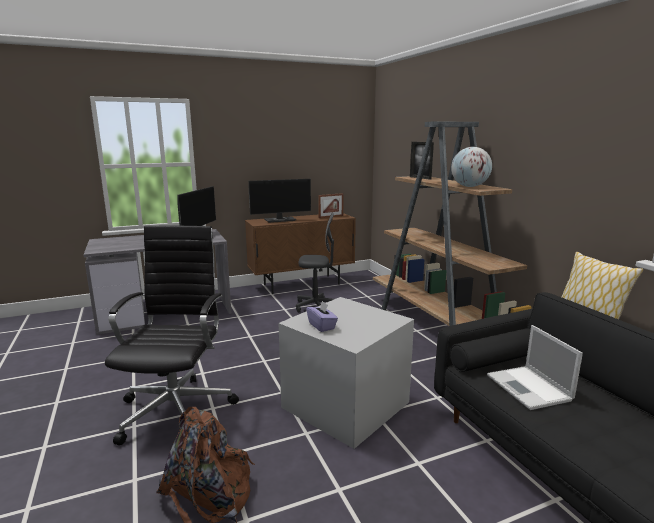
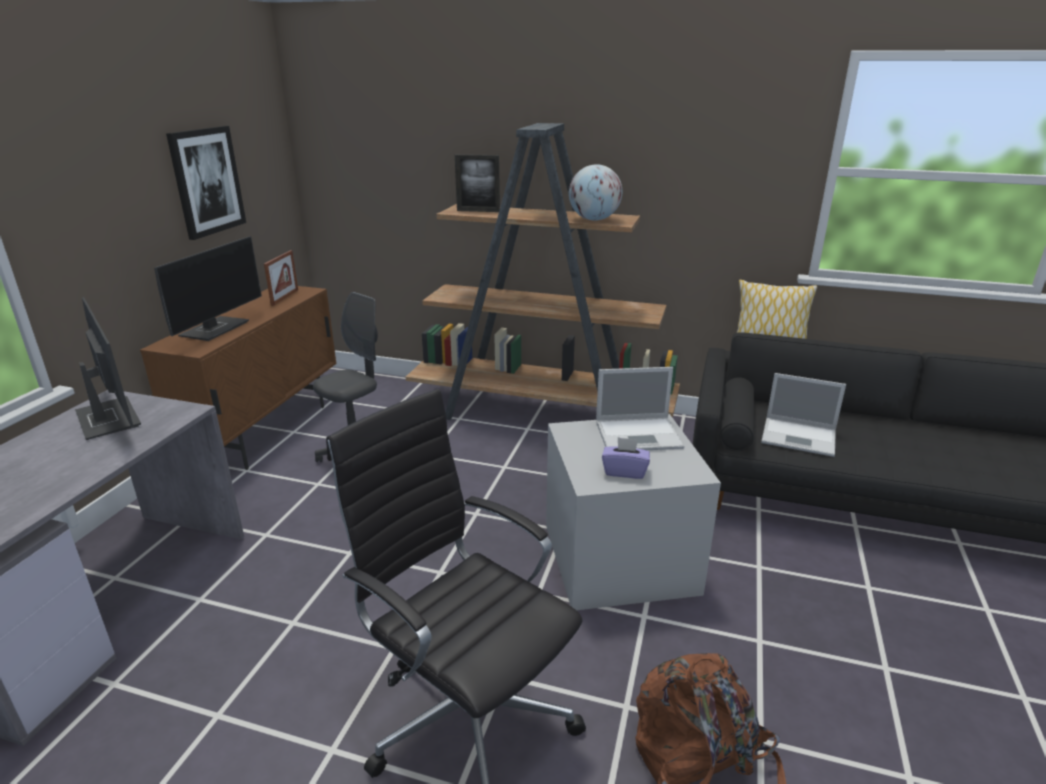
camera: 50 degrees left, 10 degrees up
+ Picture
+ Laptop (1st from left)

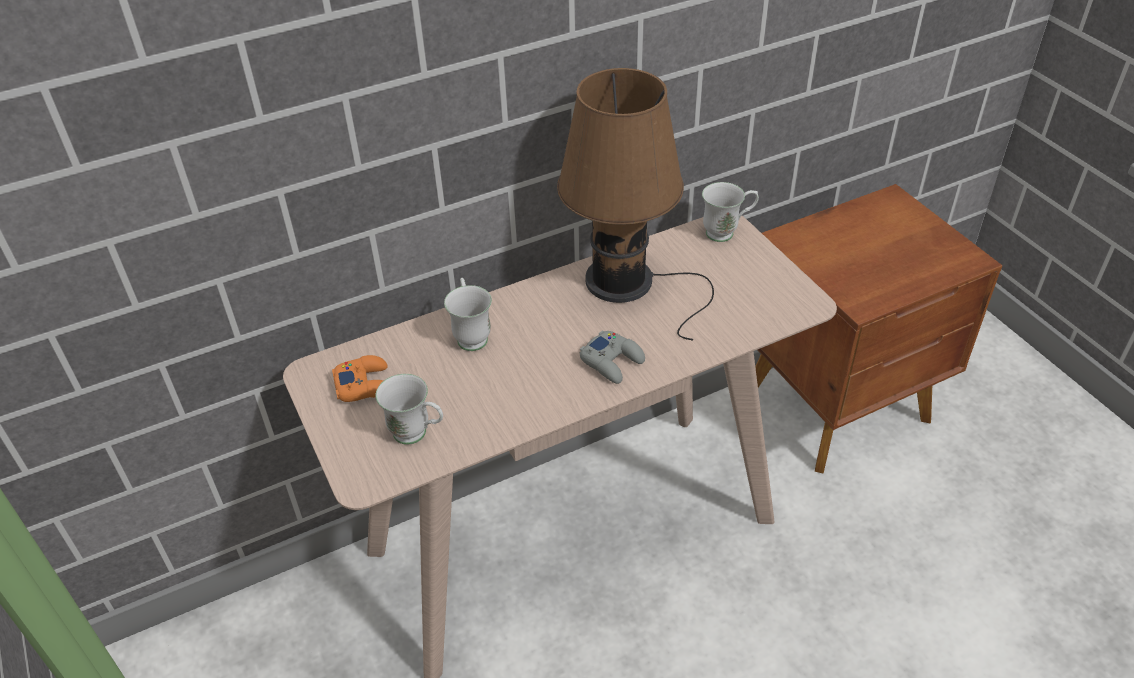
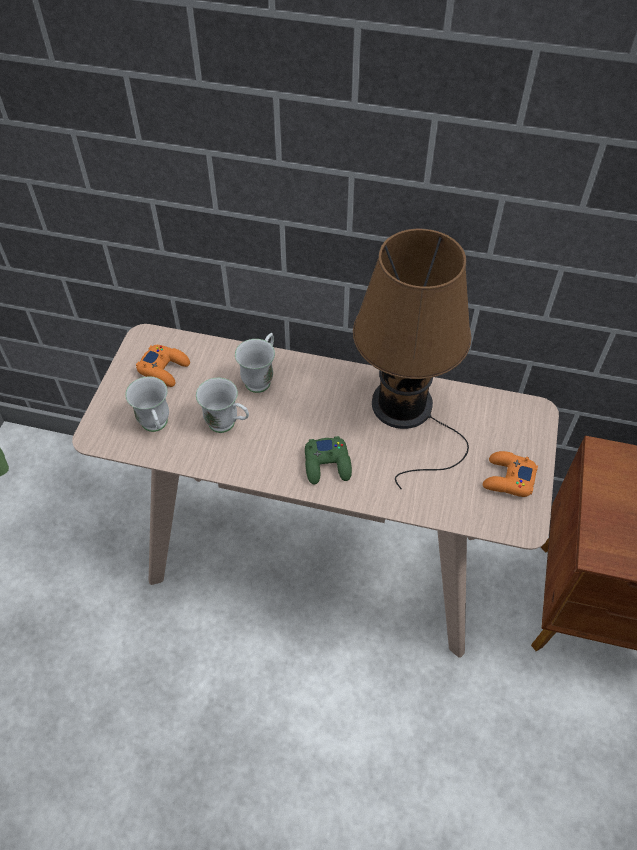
camera: 40 degrees right, 10 degrees up
+ OrangeGameController (2nd from left)
~ WhiteMug (3rd from left in the first image) to WhiteMug (2nd from left)
~ GreyGameController to GreenGameController

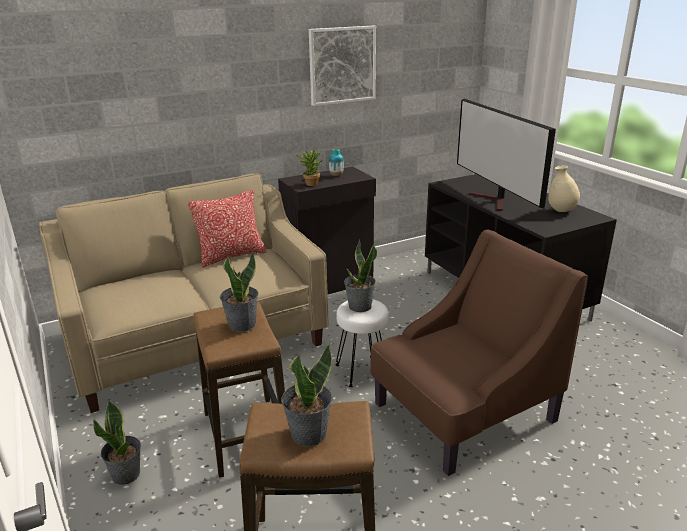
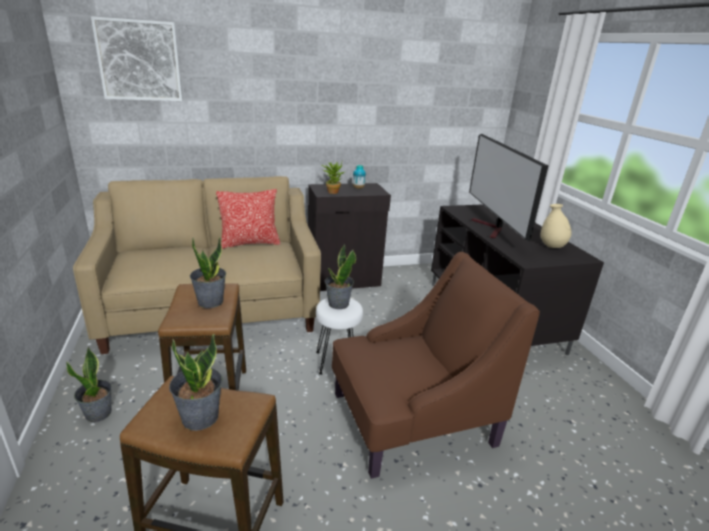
camera: 10 degrees right, 0 degrees up
~ Picture

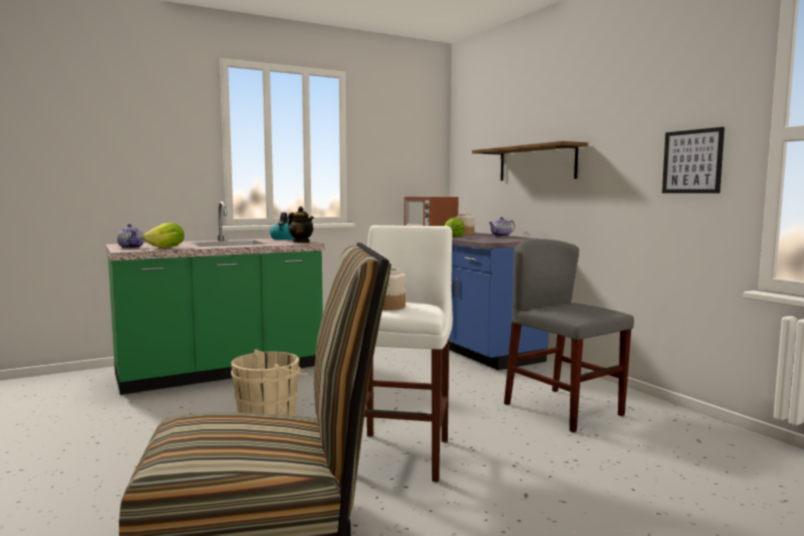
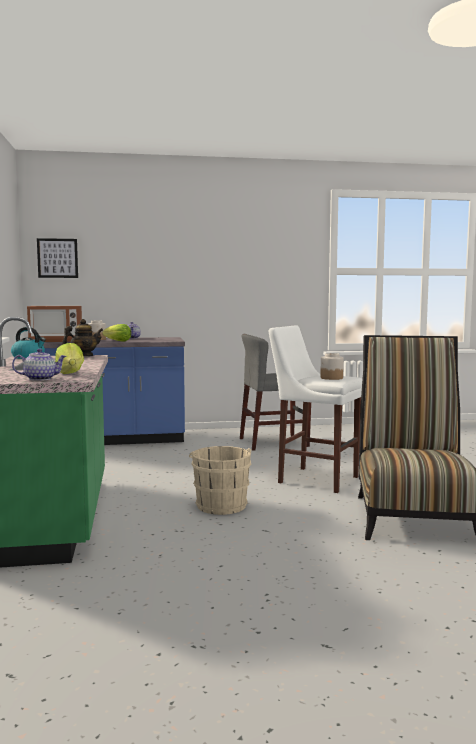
camera: 70 degrees left, 0 degrees up
- Shelf
~ Picture

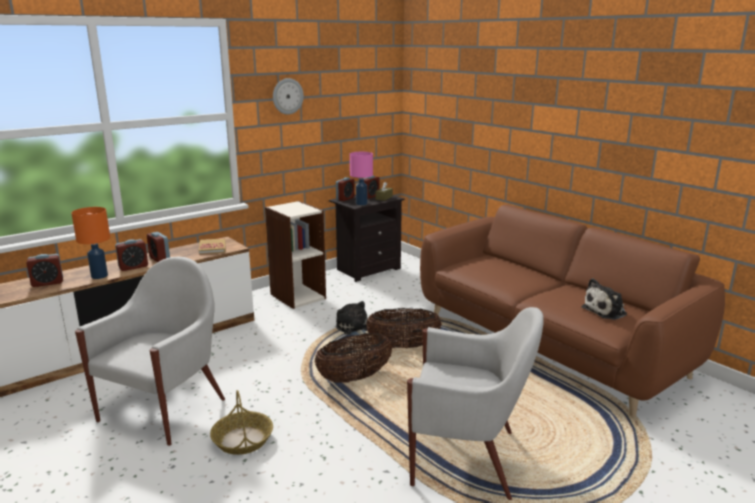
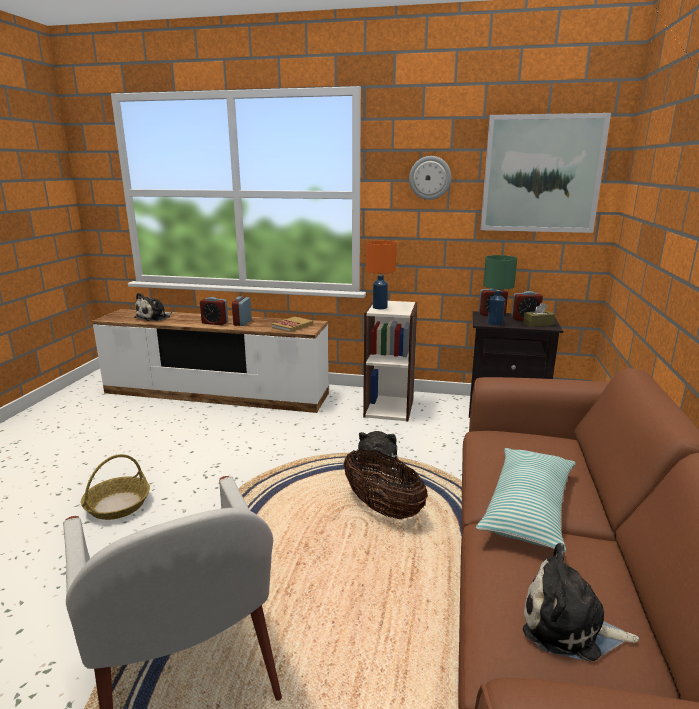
camera: 50 degrees right, 0 degrees up
- WhiteArmchair (1st from left)
- Basket (2nd from left)
+ Pillow
+ Picture
~ OrangeTableLamp
~ AlarmClock (1st from left) to PlushToy (1st from left)
~ PinkTableLamp to GreenTableLamp

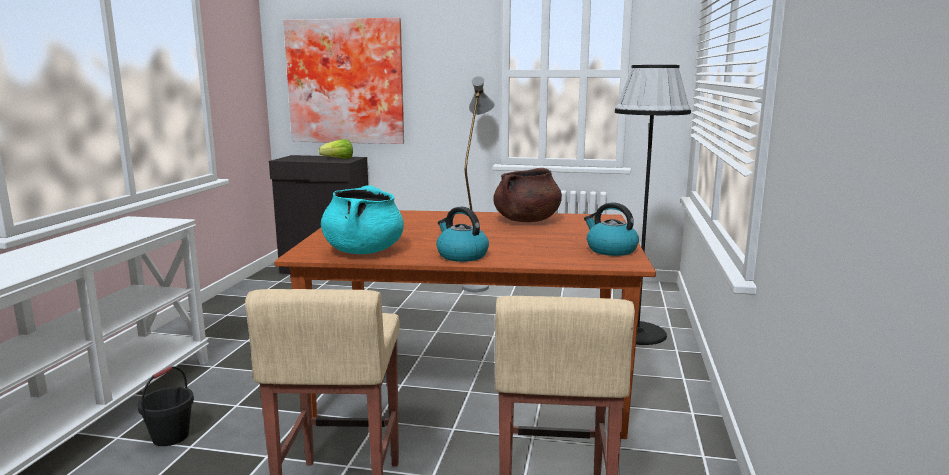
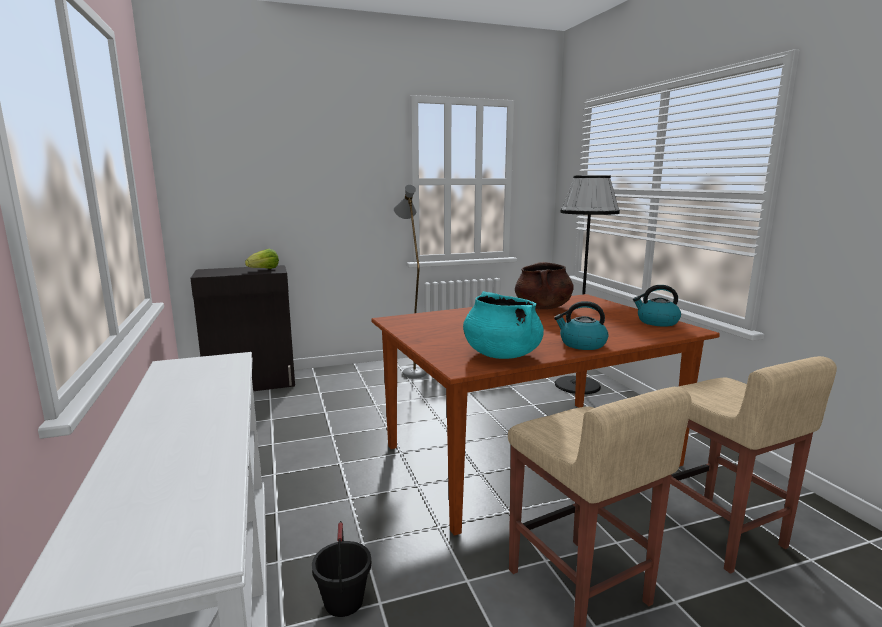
camera: 30 degrees left, 0 degrees up
- Picture

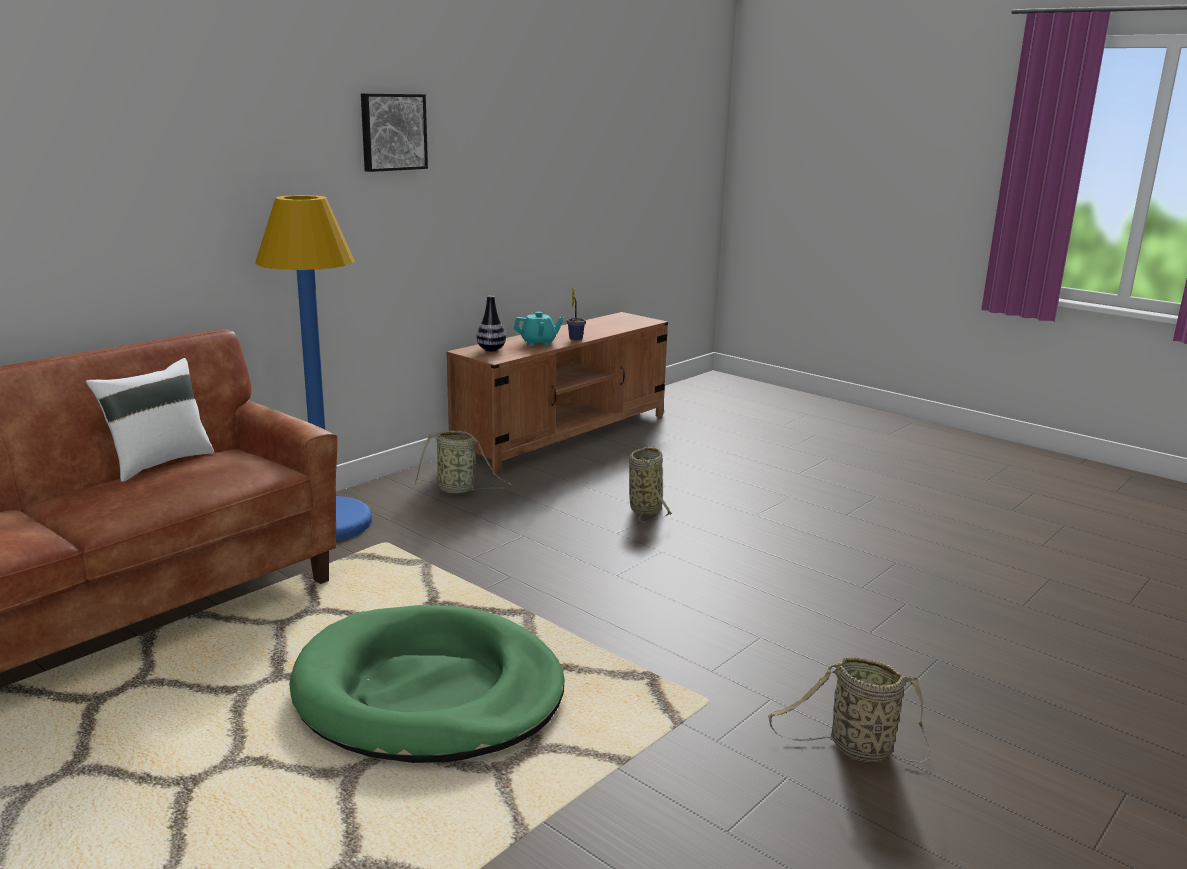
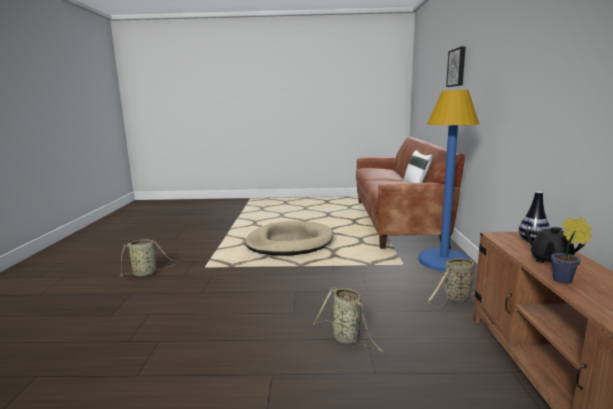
camera: 140 degrees right, 5 degrees down
~ Picture
~ GreenDogBed to BeigeDogBed
~ TurquoiseTeapot to BlackTeapot

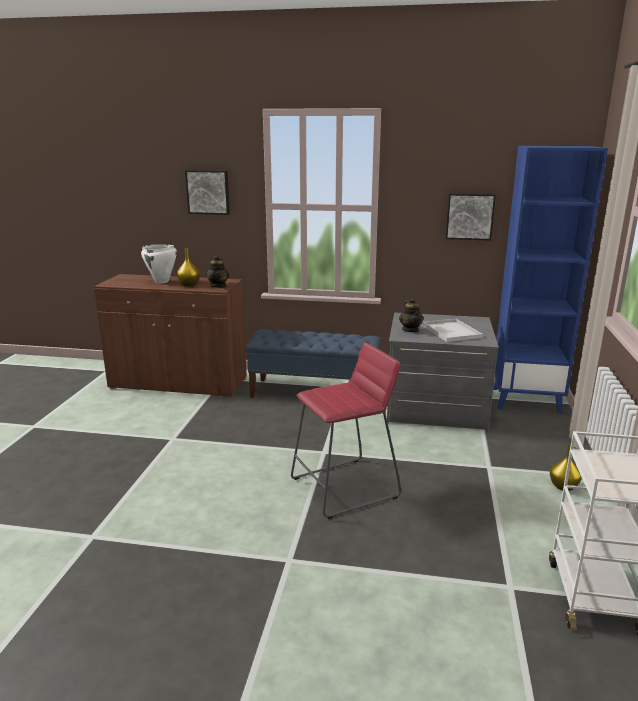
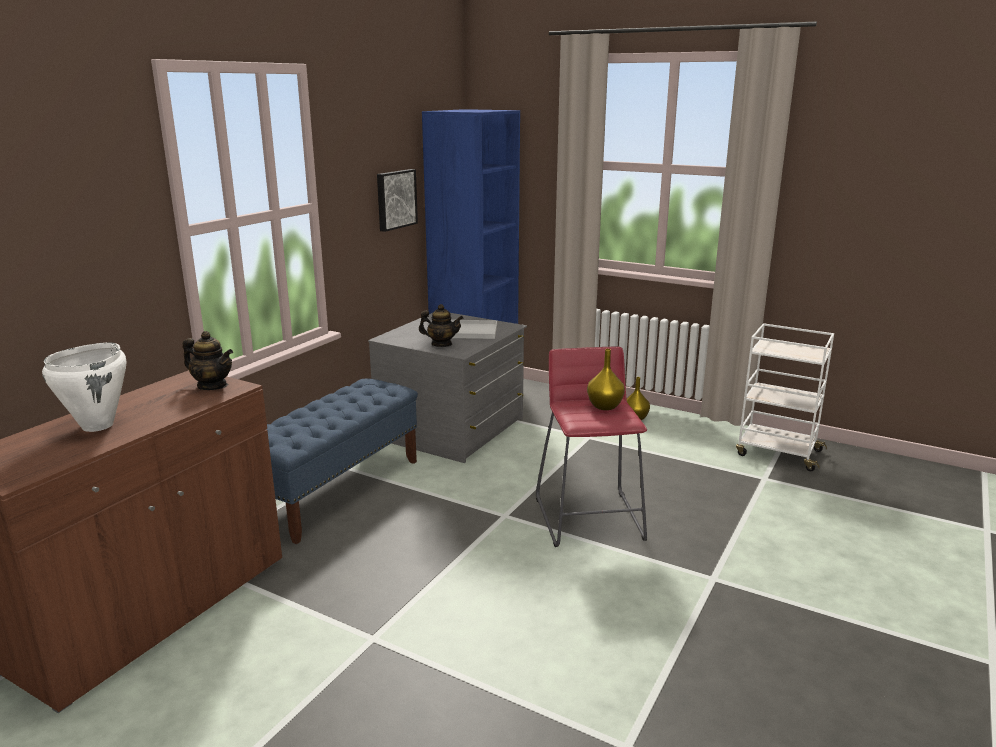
camera: 70 degrees left, 0 degrees up
- Picture (1st from left)
~ YellowVase (1st from left)

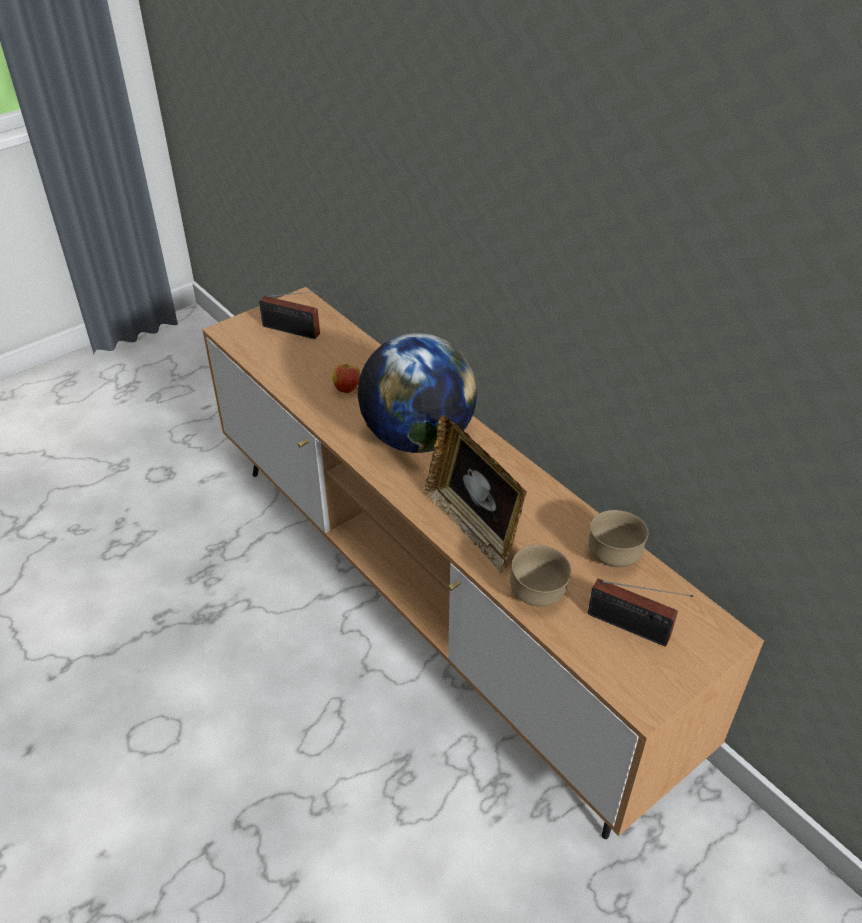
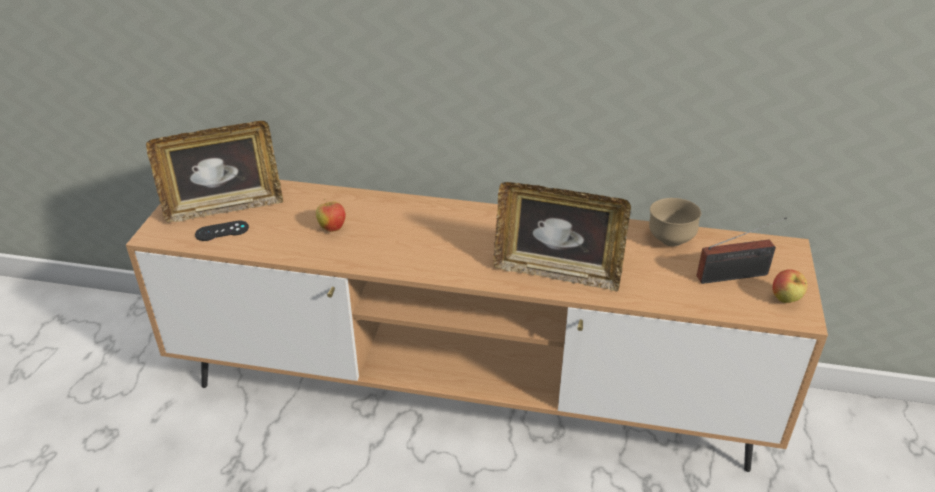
camera: 40 degrees left, 5 degrees down
- Globe
- BrownBowl (1st from left)
+ BlackGameController
+ Apple (2nd from left)
~ Radio (1st from left) to PictureFrame (1st from left)

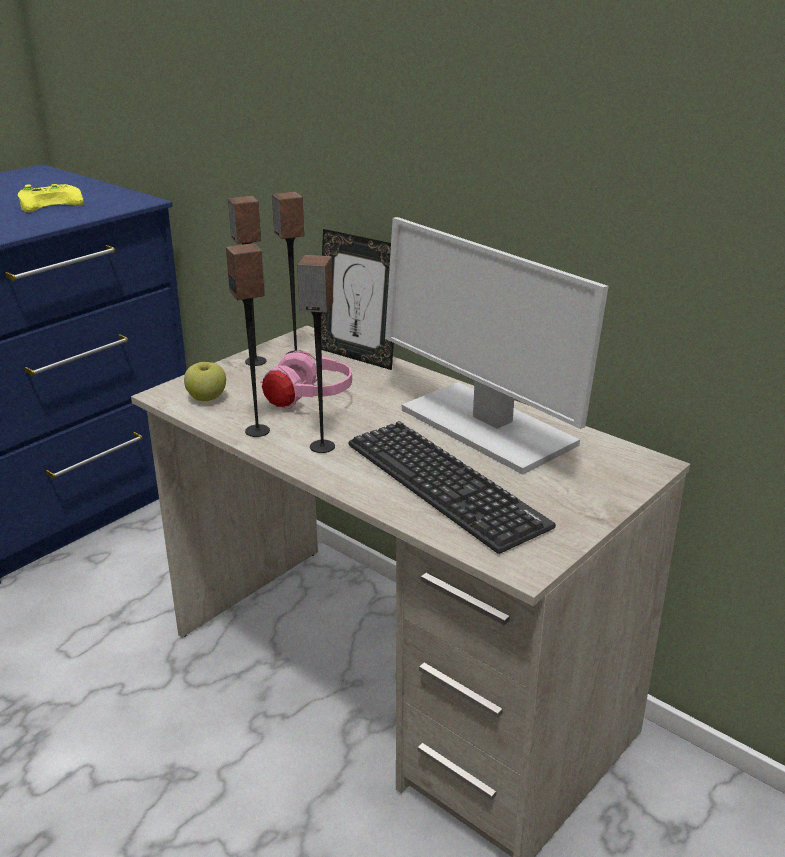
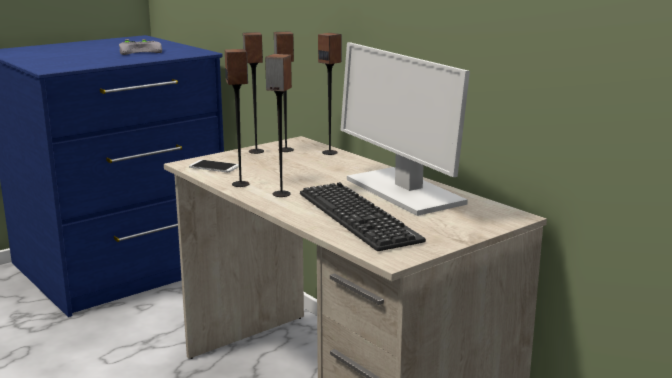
camera: 10 degrees right, 10 degrees down
- PinkHeadphones
~ Apple to Phone
~ PictureFrame to Speaker (5th from left)
~ YellowGameController to GreyGameController

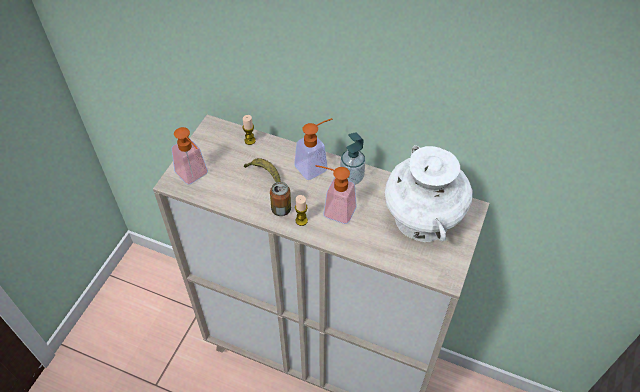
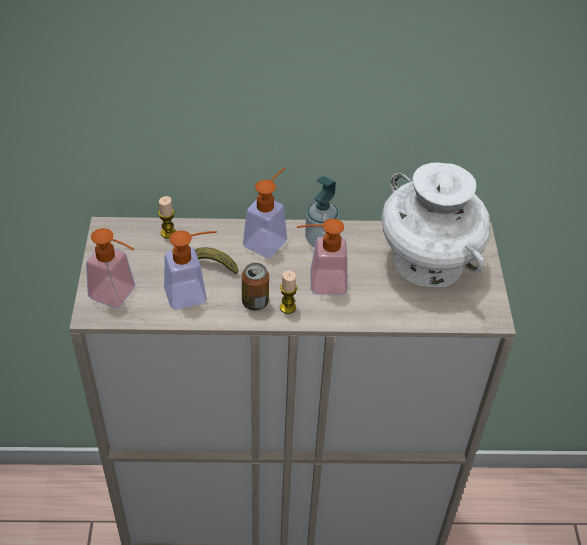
camera: 25 degrees left, 5 degrees down
+ SoapDispenser (2nd from left)

